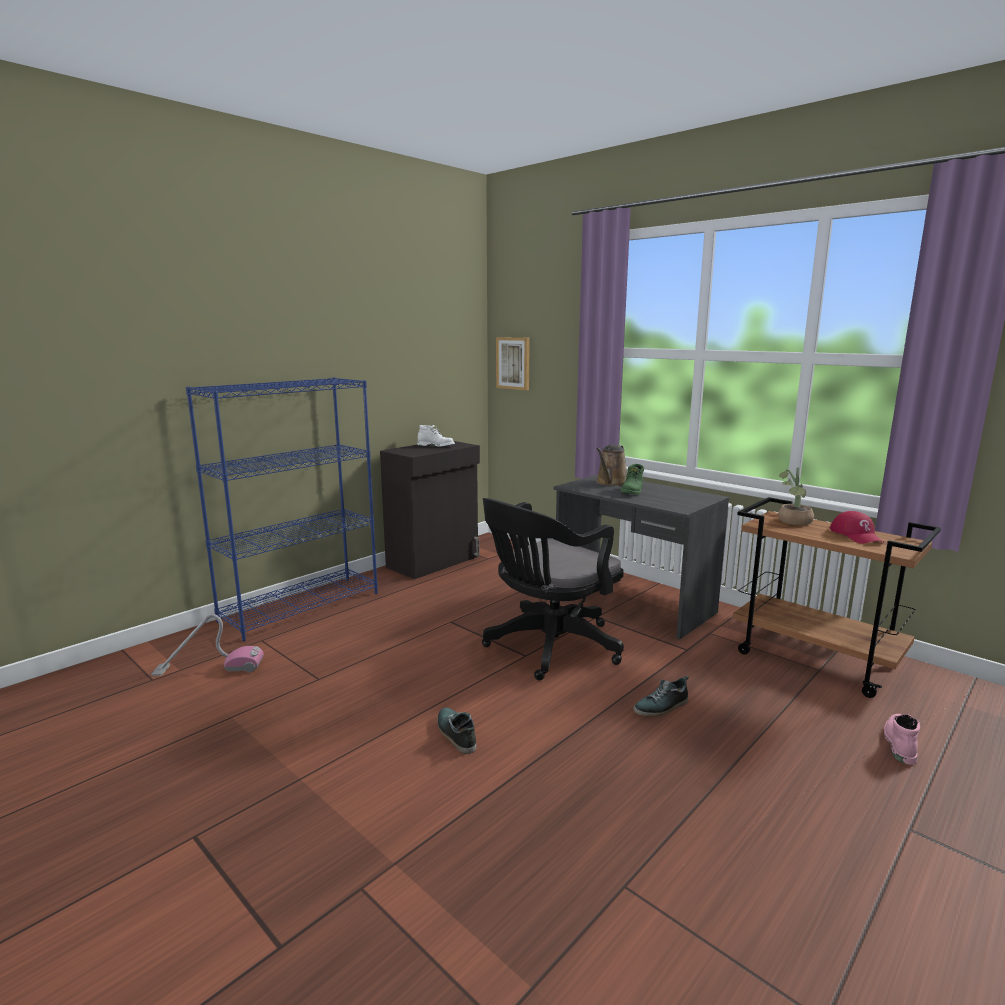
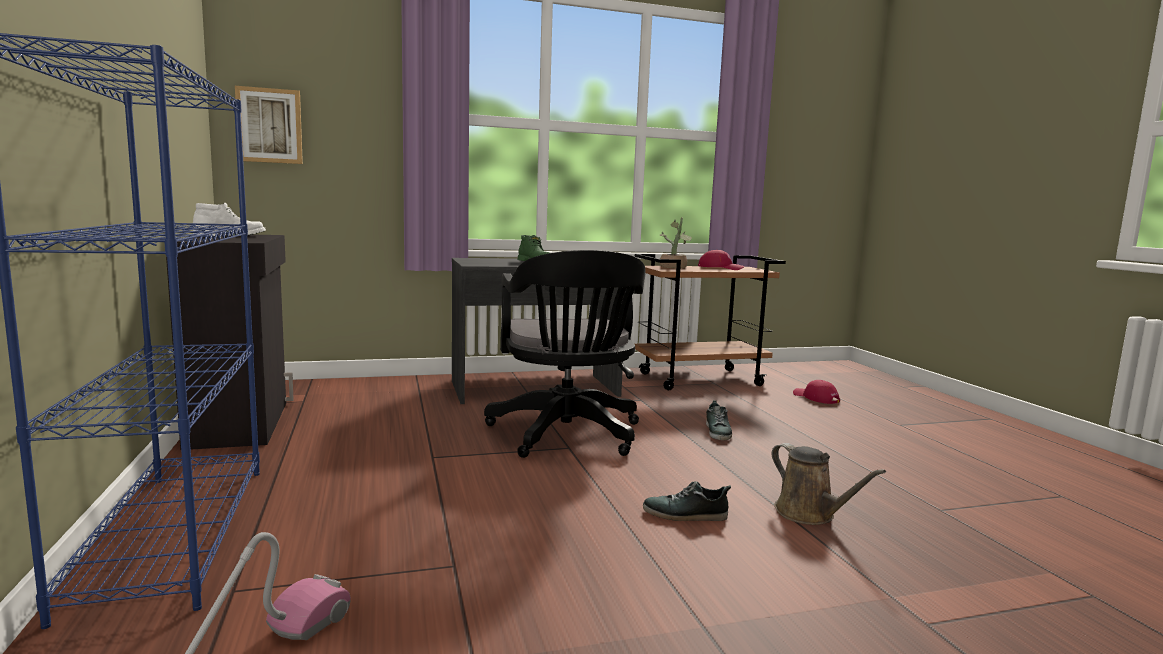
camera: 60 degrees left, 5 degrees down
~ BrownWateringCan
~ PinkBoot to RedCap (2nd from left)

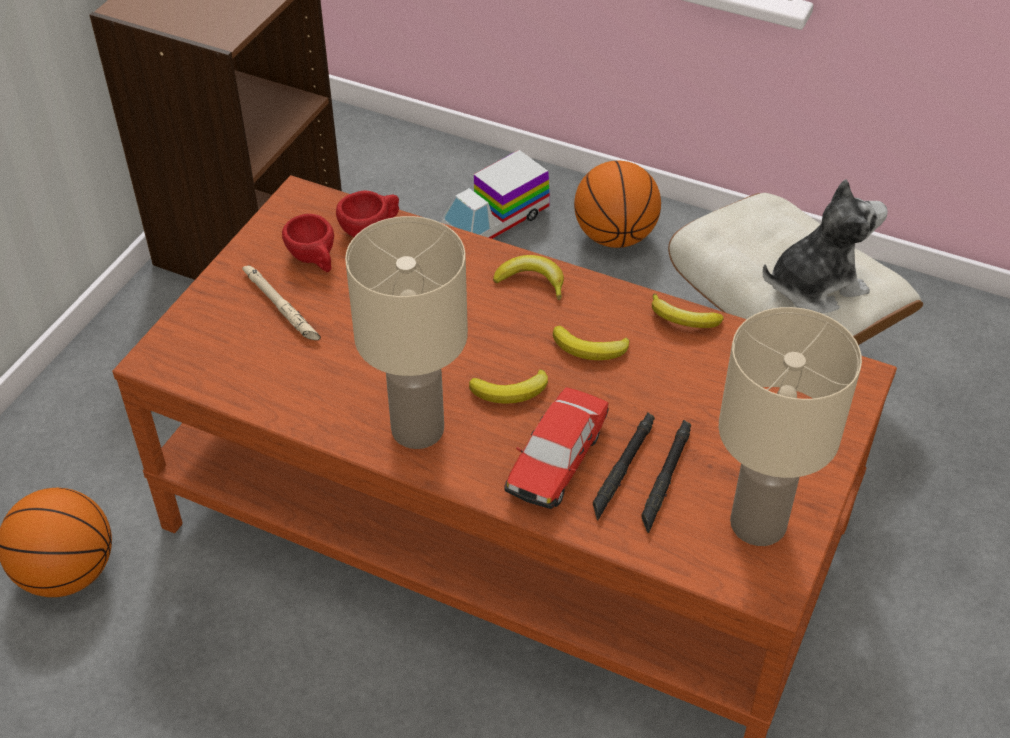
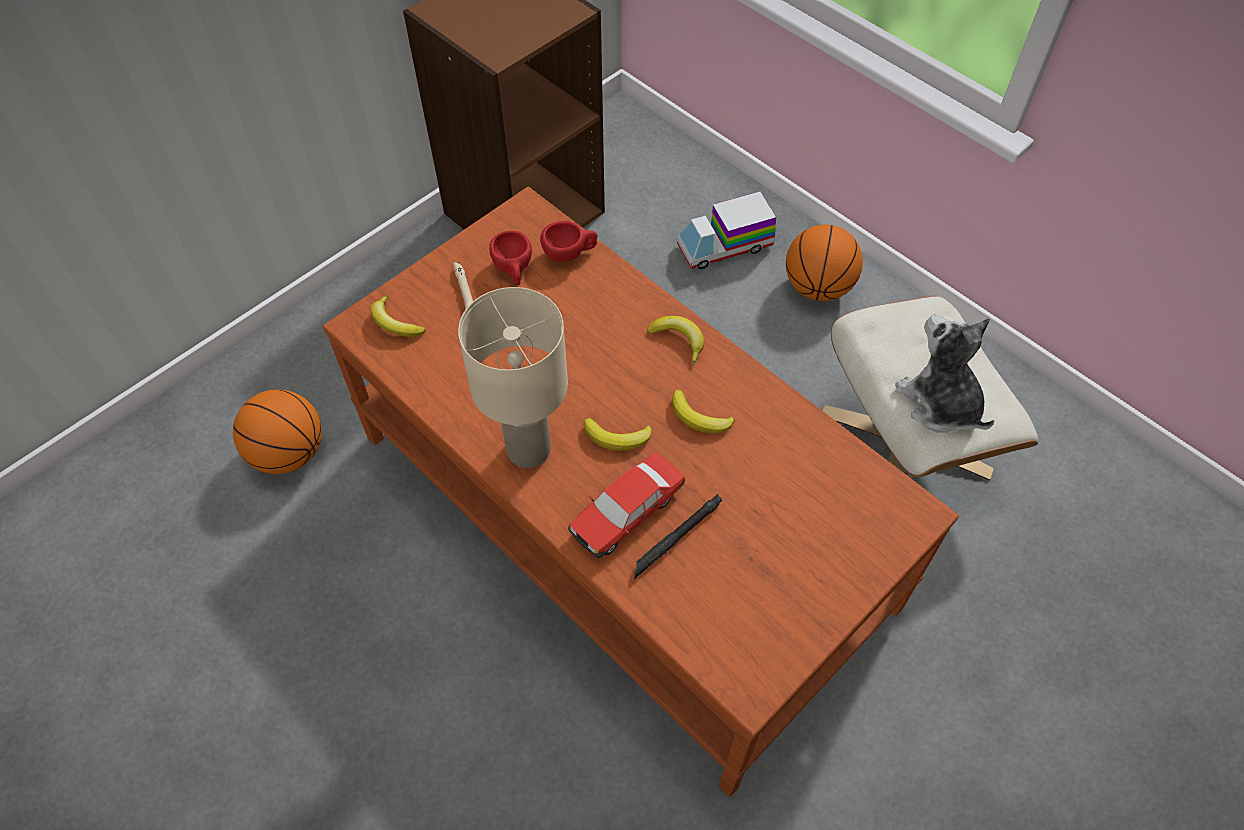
camera: 20 degrees right, 10 degrees up
- BlackFlashlight (2nd from left)
- BeigeTableLamp (2nd from left)
~ Banana (4th from left in the first image) to Banana (1st from left)
~ PlushToy 120 degrees counterclockwise

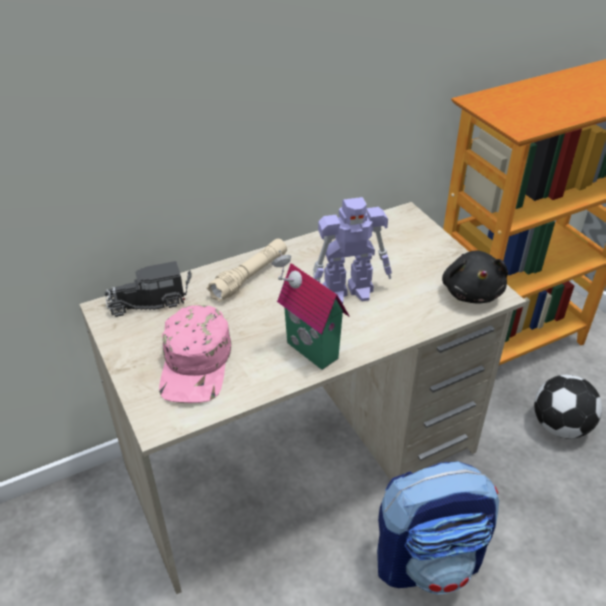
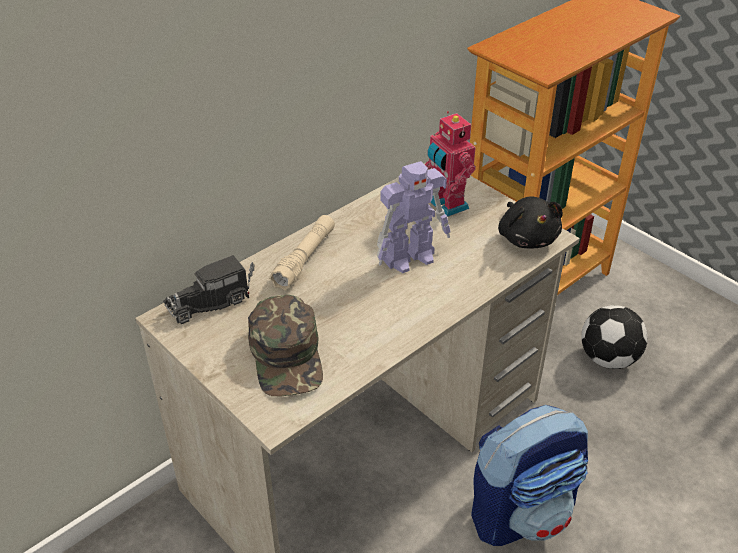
camera: 15 degrees left, 0 degrees up
- ToyHouse
+ ToyRobot (2nd from left)
~ PinkCap to GreenCap

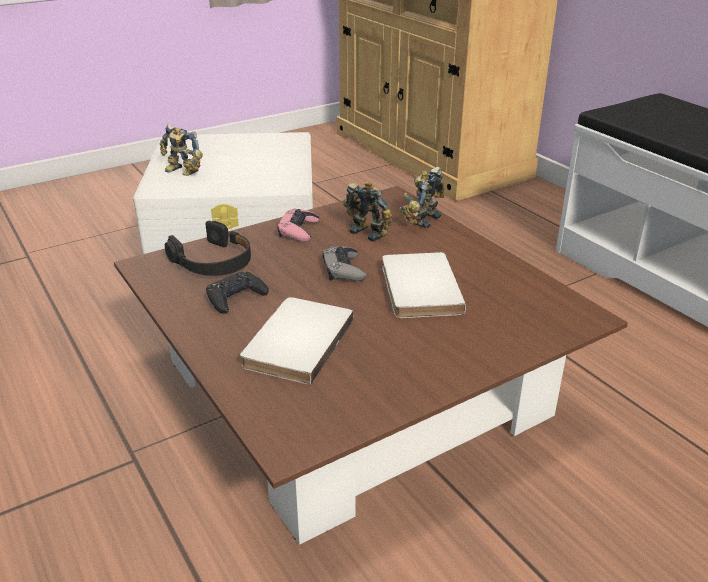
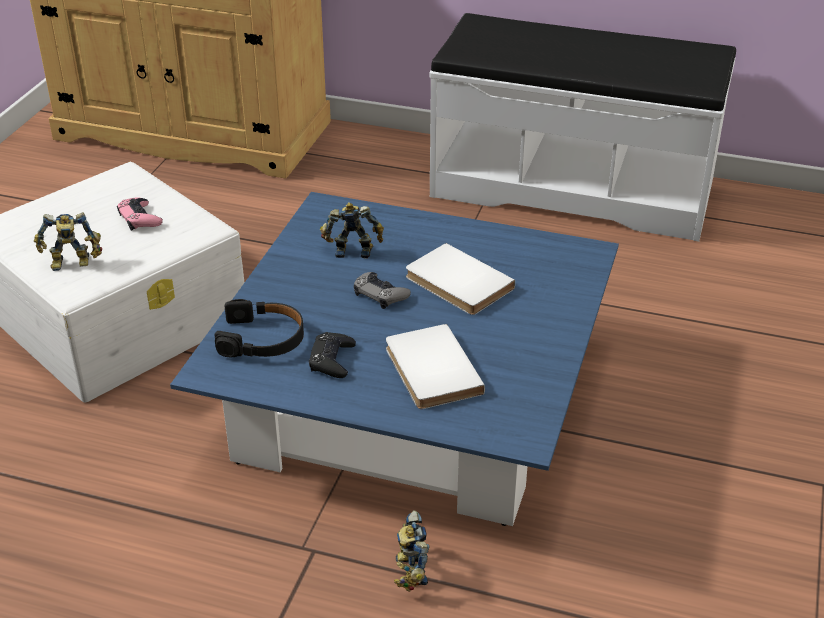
camera: 40 degrees left, 5 degrees up
~ PinkGameController
~ ToyRobot (3rd from left)
~ BrownCoffeeTable to BlueCoffeeTable

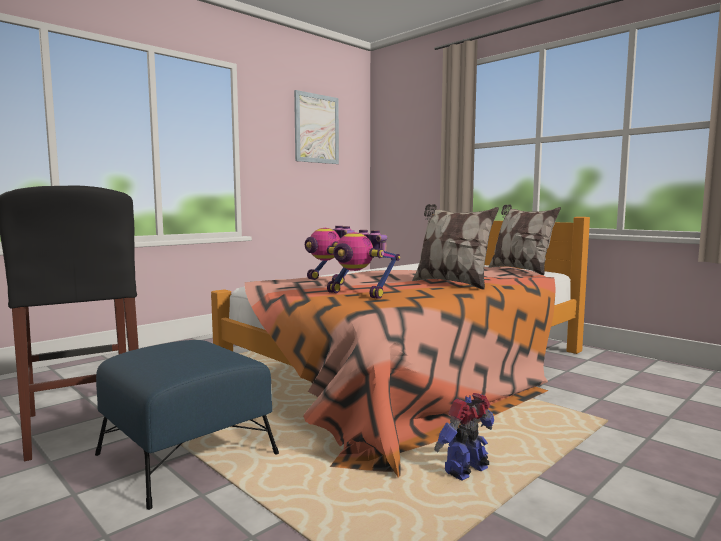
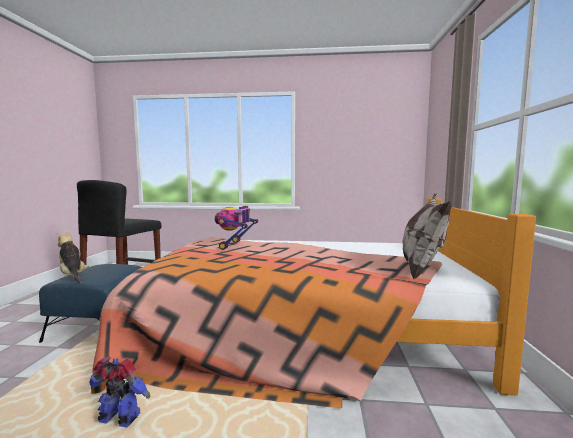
camera: 50 degrees right, 0 degrees up
- Picture
- ToyRobot (2nd from left)
- Pillow (1st from left)
+ PlushToy

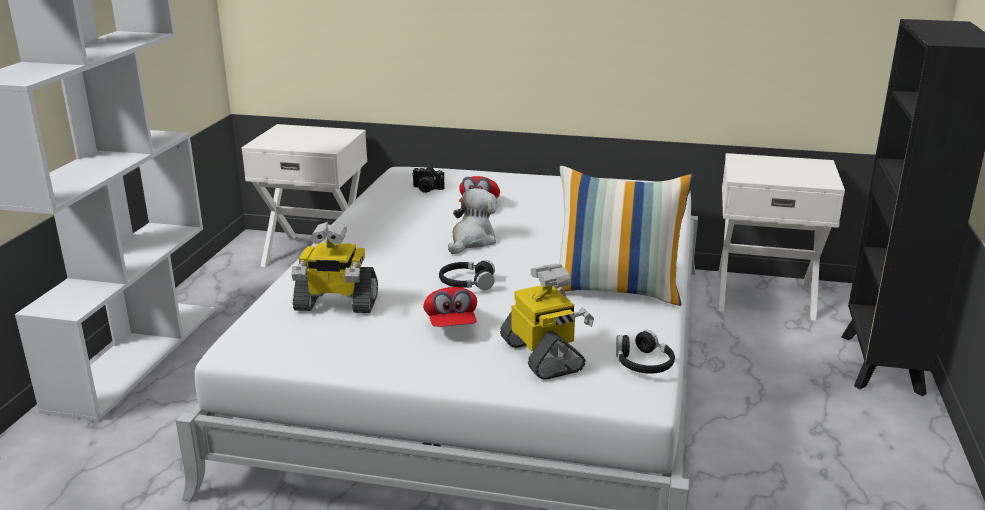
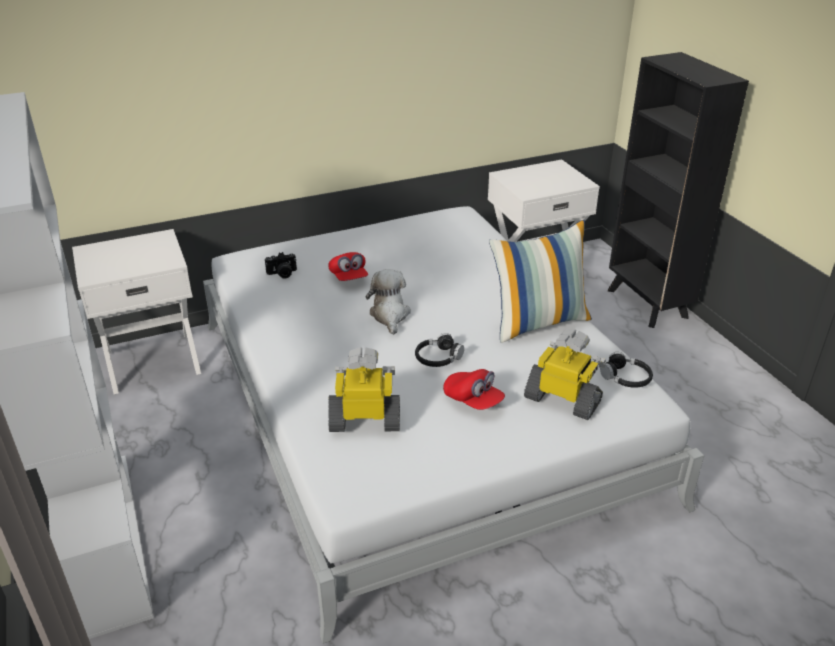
camera: 35 degrees left, 10 degrees up
~ ToyRobot (1st from left) 150 degrees counterclockwise

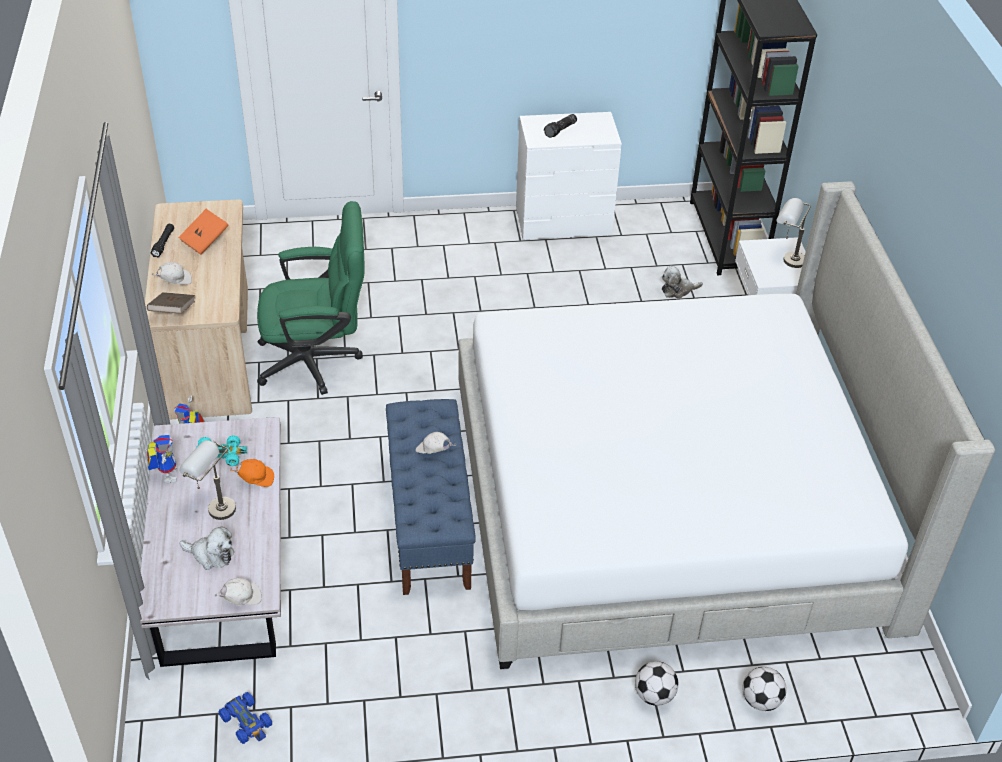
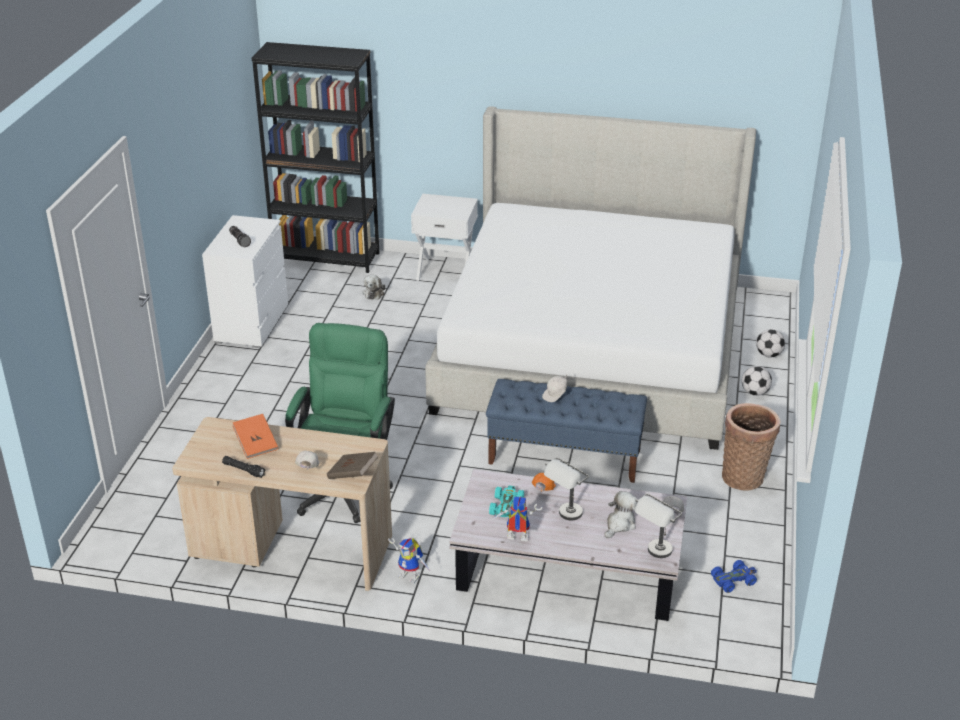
camera: 70 degrees left, 10 degrees down
+ Basket
~ GreyTableLamp (2nd from left)

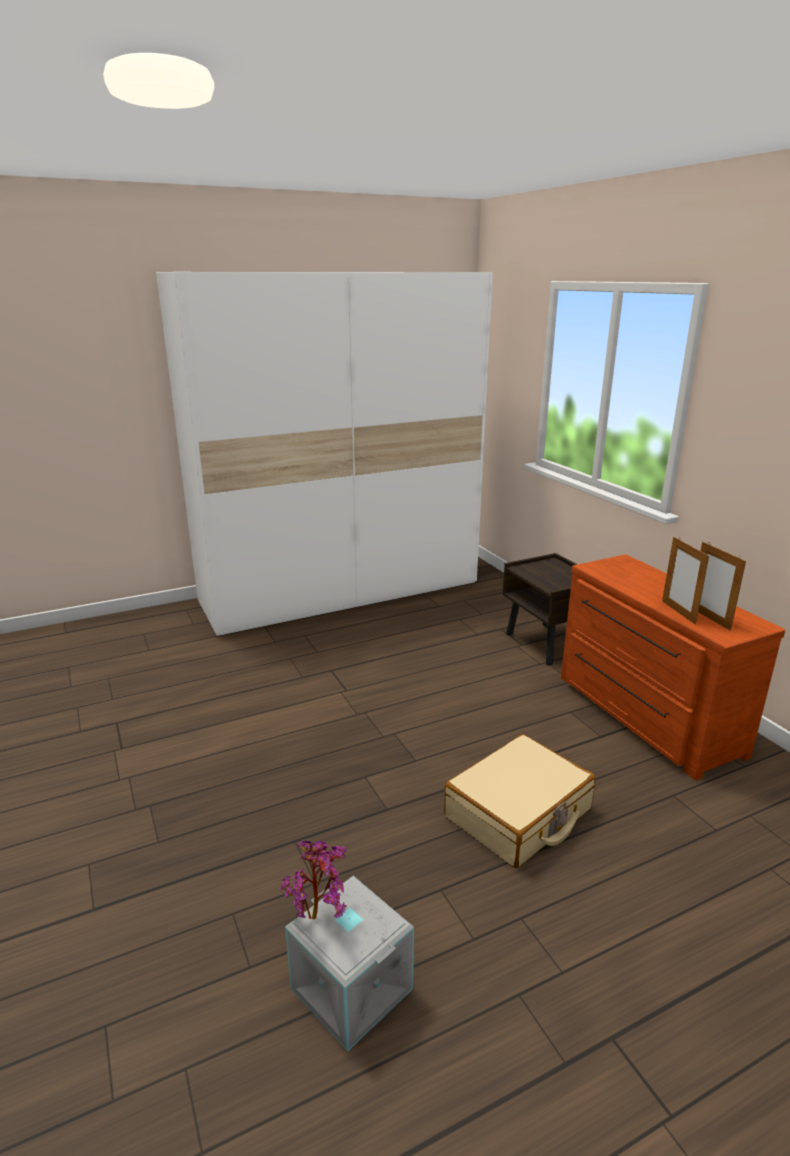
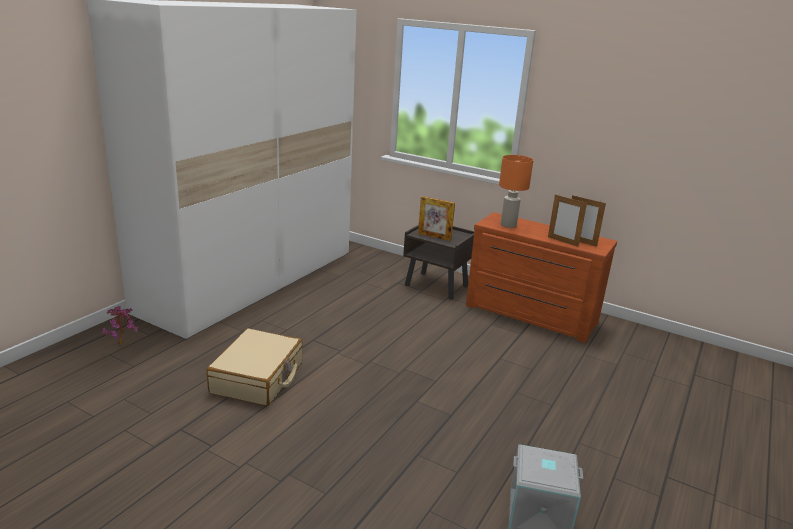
camera: 35 degrees left, 0 degrees up
+ PictureFrame (1st from left)
+ OrangeTableLamp
~ PottedPlant
~ BeigeSuitcase

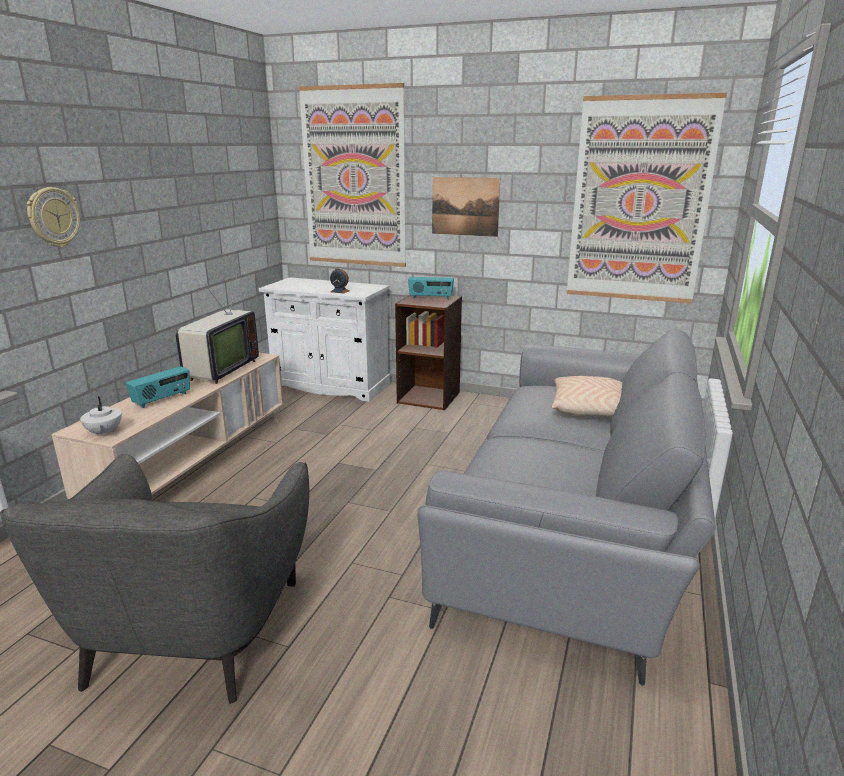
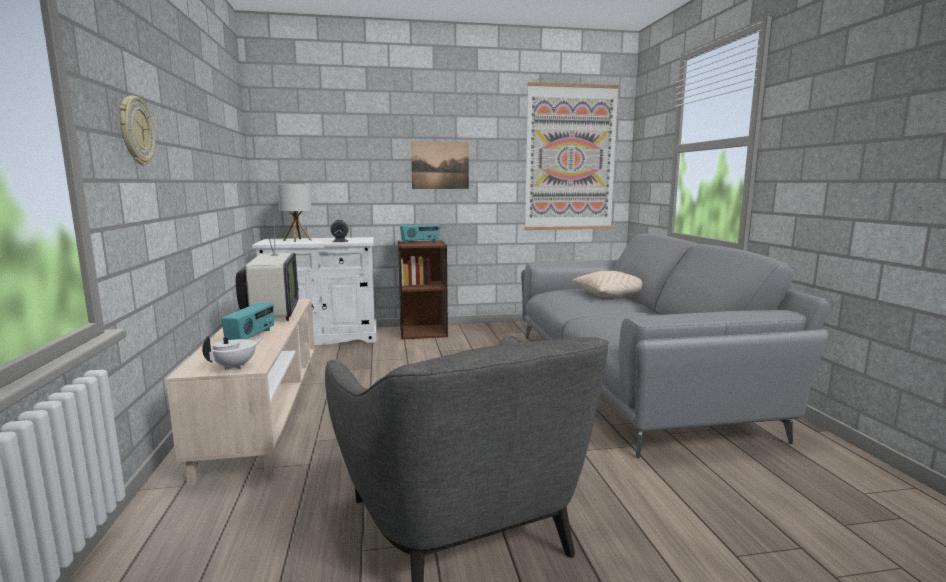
camera: 30 degrees left, 10 degrees down
- Picture (1st from left)
+ TableLamp
~ WhiteTeapot 90 degrees counterclockwise

